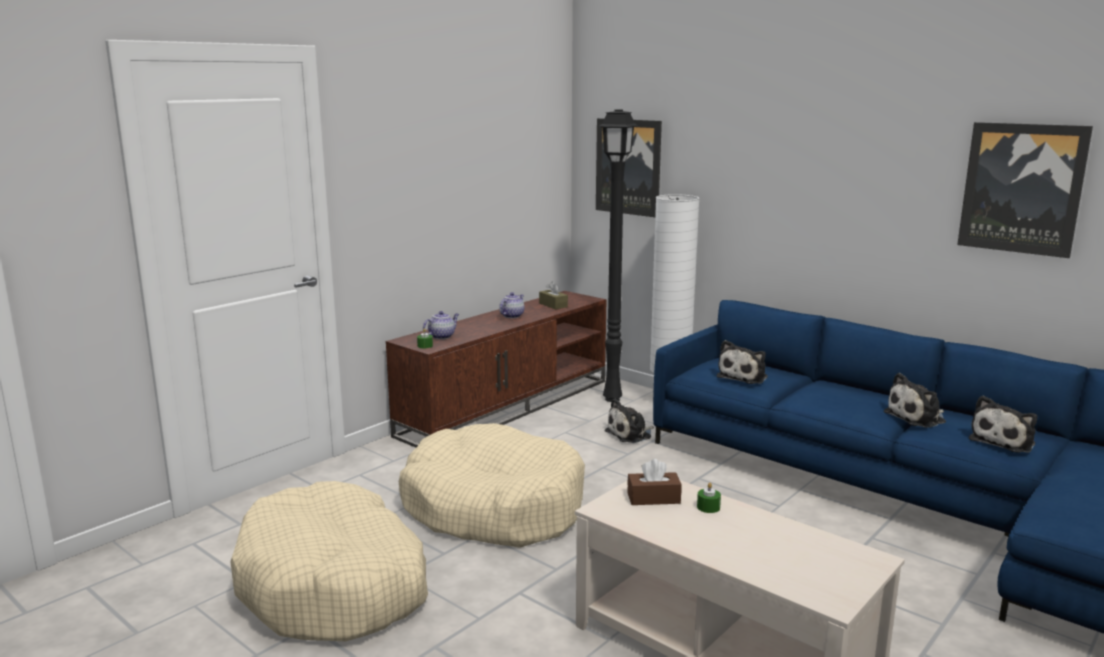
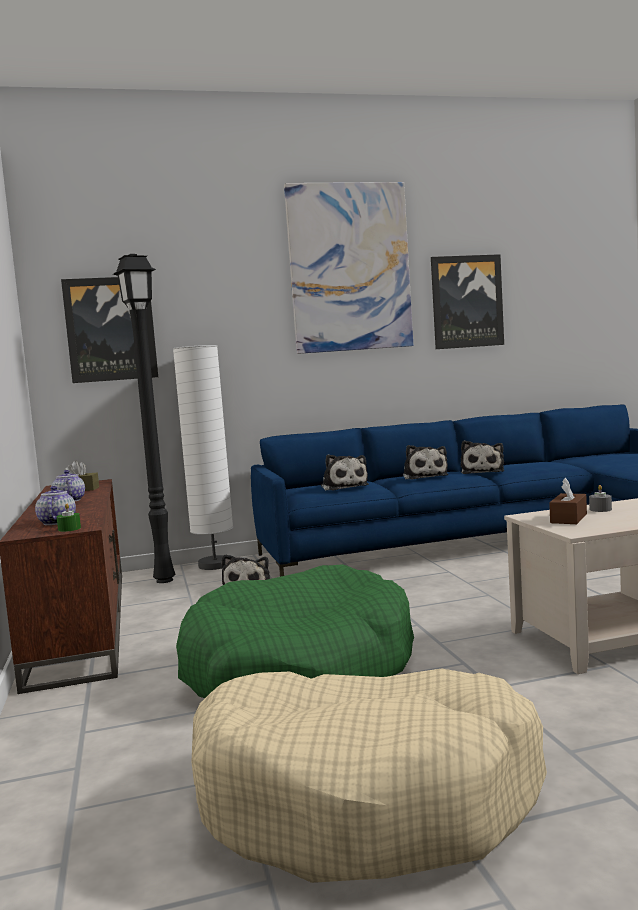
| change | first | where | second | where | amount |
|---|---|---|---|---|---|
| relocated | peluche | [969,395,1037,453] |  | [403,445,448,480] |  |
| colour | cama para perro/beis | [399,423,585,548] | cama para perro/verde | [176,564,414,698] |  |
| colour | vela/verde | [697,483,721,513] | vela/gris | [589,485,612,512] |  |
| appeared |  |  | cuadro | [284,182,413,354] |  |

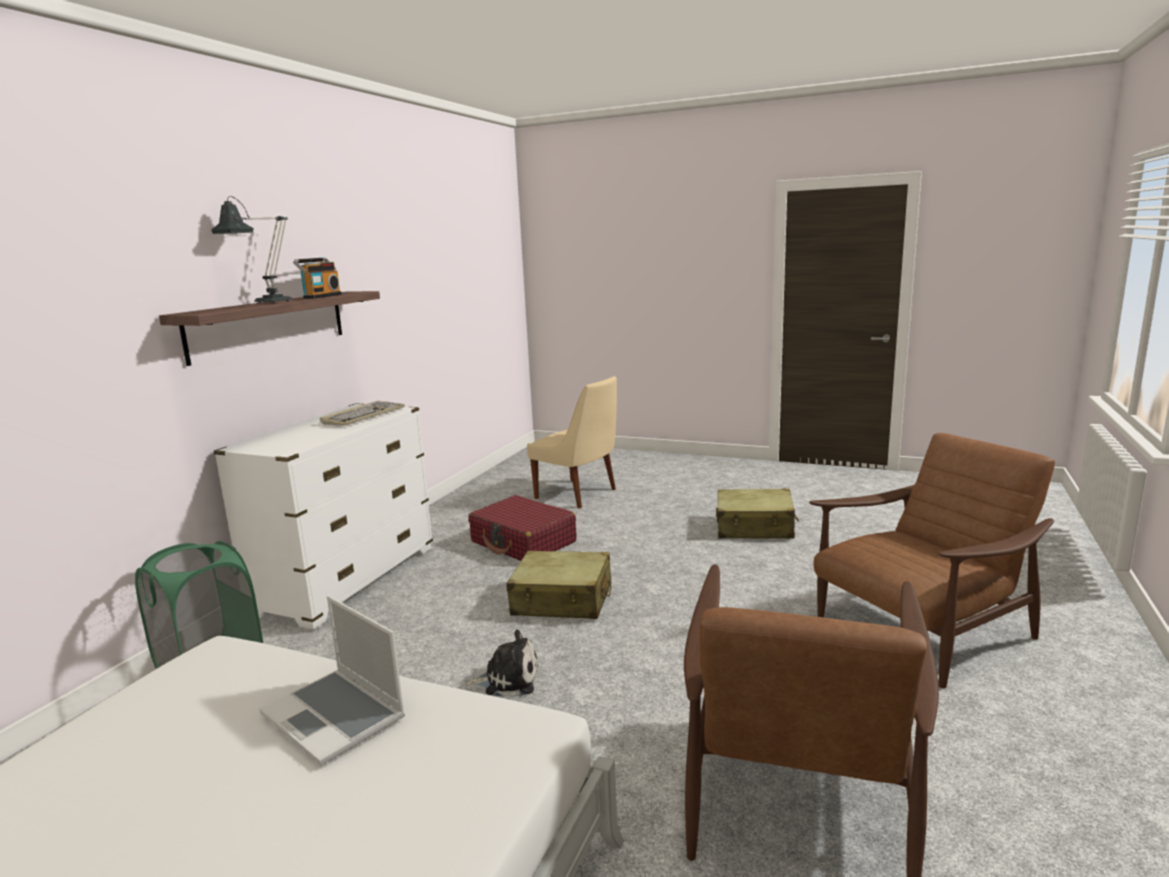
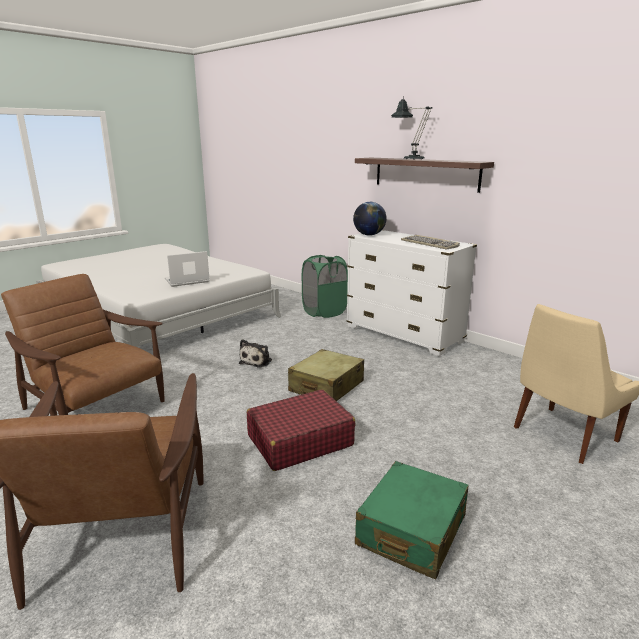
| change | first | where | second | where | amount |
|---|---|---|---|---|---|
| missing | radio | [293,257,342,299] |  |  |  |
| colour | maleta/beis | [716,488,799,539] | maleta/verde | [355,461,469,580] |  |
| relocated | maleta/rojo | [468,495,576,561] |  | [247,389,355,471] |  |
| appeared |  |  | globo terráqueo | [353,202,386,236] |  |

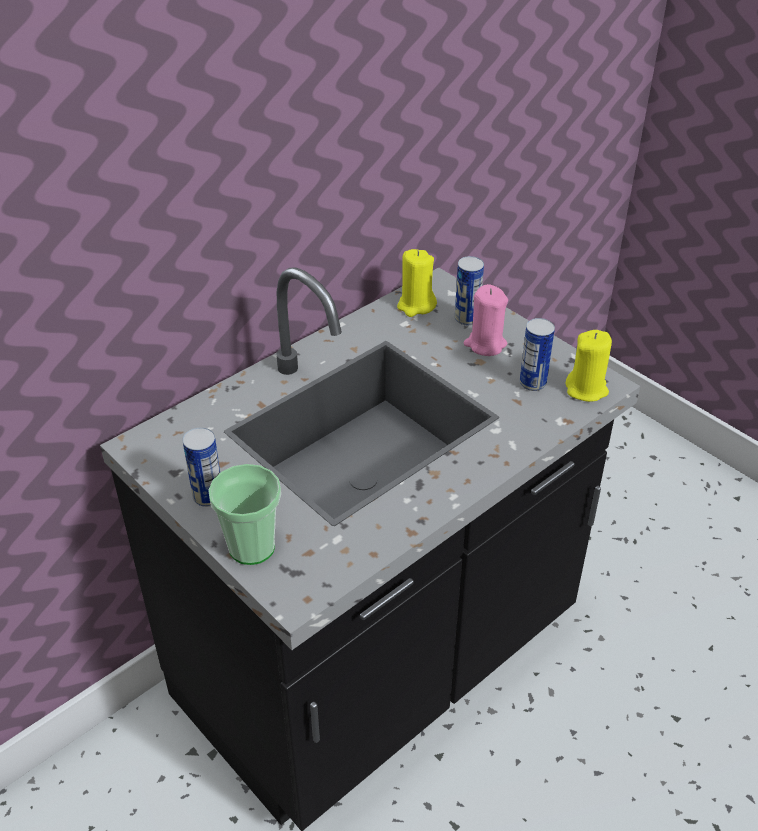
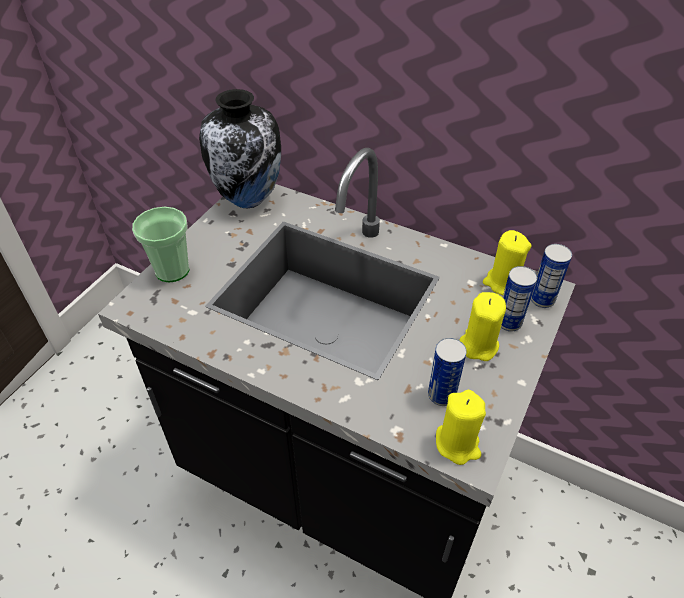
| change | first | where | second | where | amount |
|---|---|---|---|---|---|
| colour | vela/rosa | [464,284,508,356] | vela/amarillo | [459,292,506,361] |  |
| relocated | lata | [183,428,220,507] |  | [531,244,572,308] |  |
| appeared |  |  | florero | [199,89,281,208] |  |

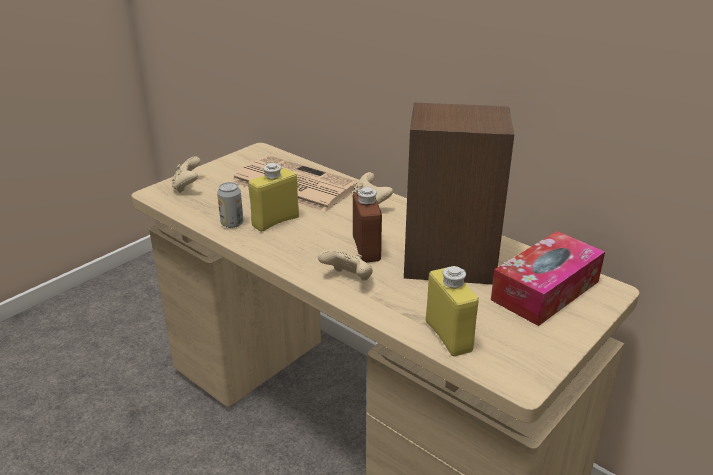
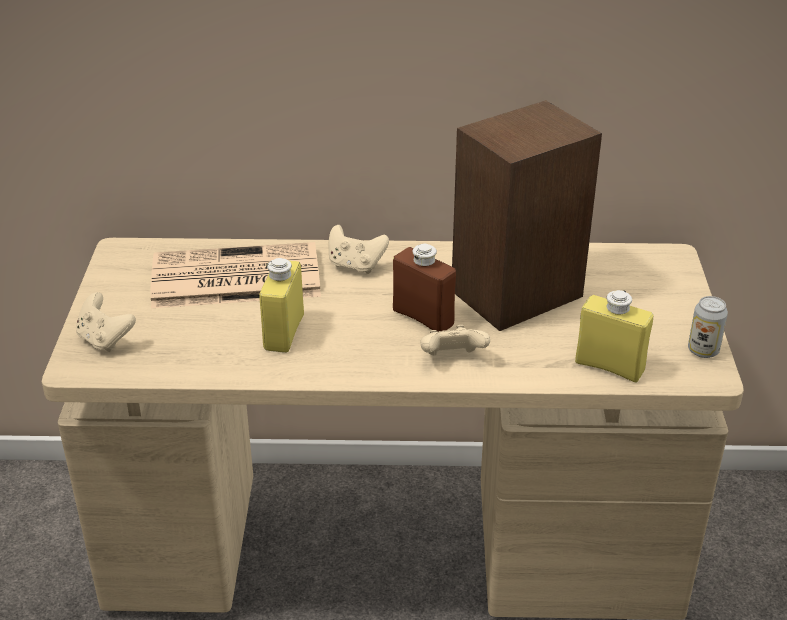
| change | first | where | second | where | amount |
|---|---|---|---|---|---|
| relocated | lata | [217,182,243,228] |  | [688,296,728,358] |  |
| missing | caja de pañuelos | [491,231,605,326] |  |  |  |

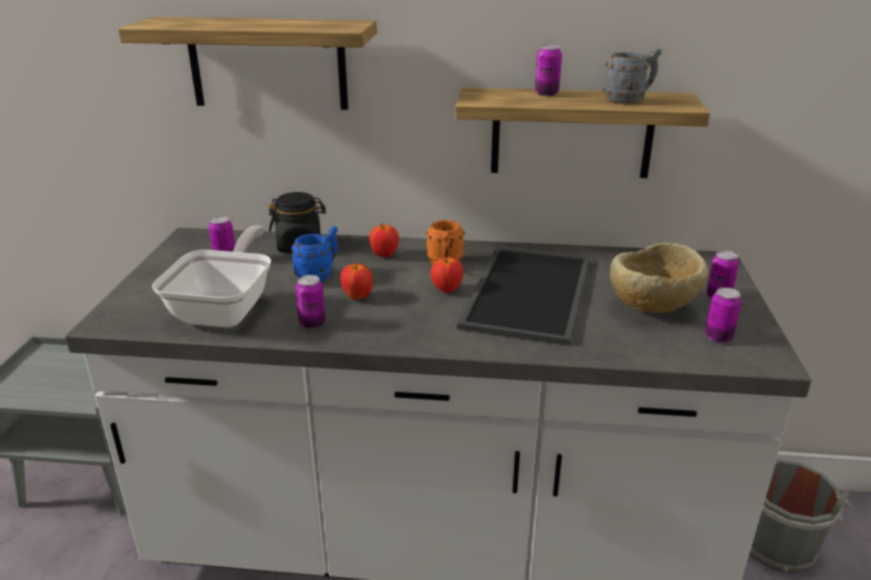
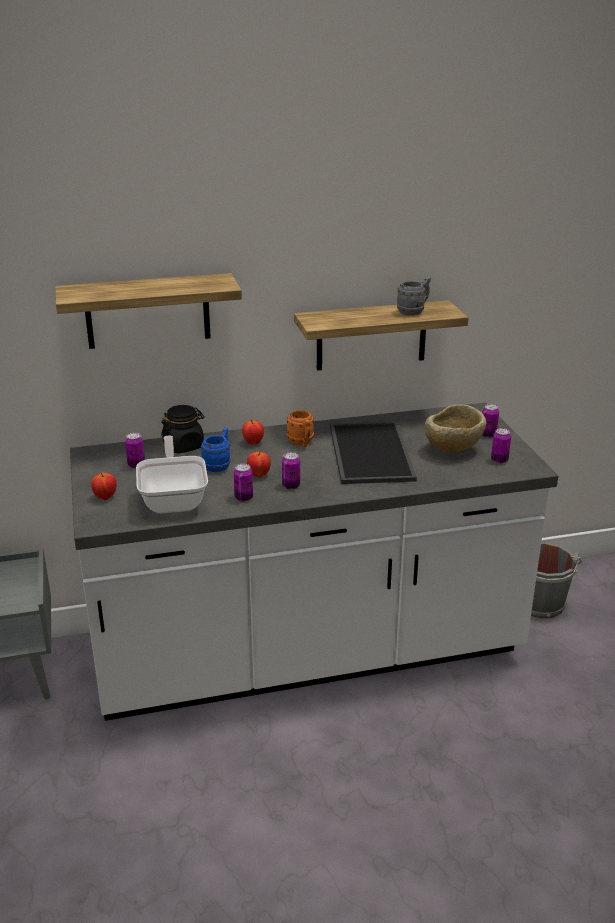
| change | first | where | second | where | amount |
|---|---|---|---|---|---|
| relocated | lata | [535,45,562,96] |  | [282,452,300,489] |  |
| relocated | manzana | [431,257,464,293] |  | [91,472,117,500] |  |

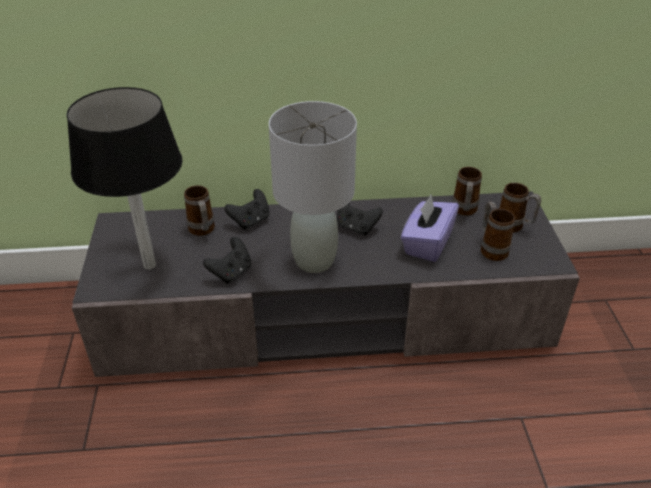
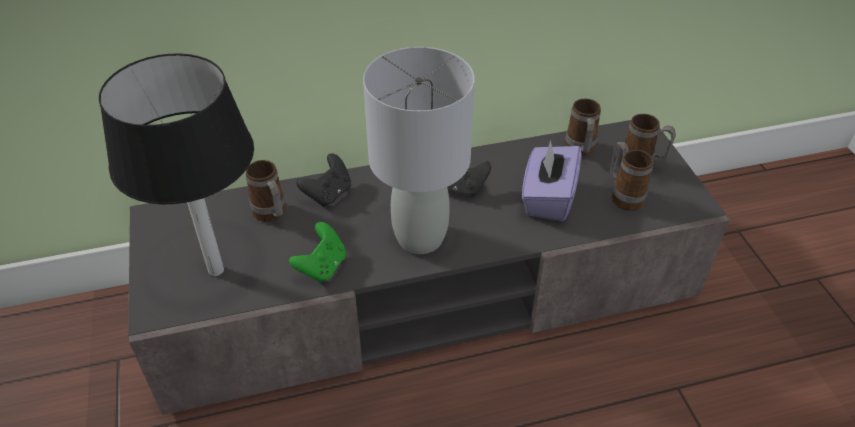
| change | first | where | second | where | amount |
|---|---|---|---|---|---|
| colour | mando de consola/negro | [203,237,251,284] | mando de consola/verde | [289,222,346,282] |  |

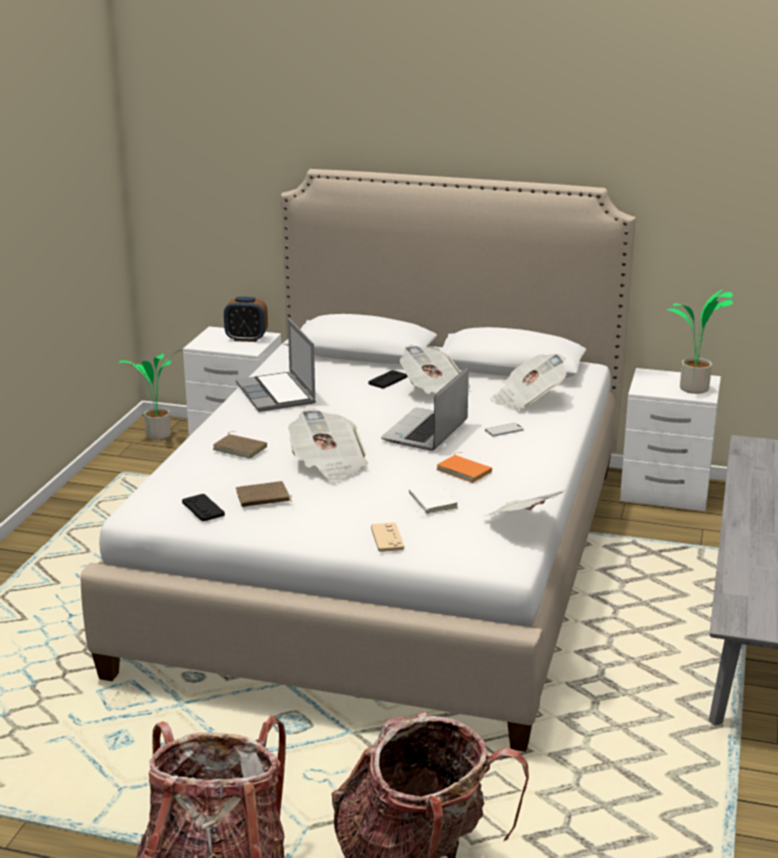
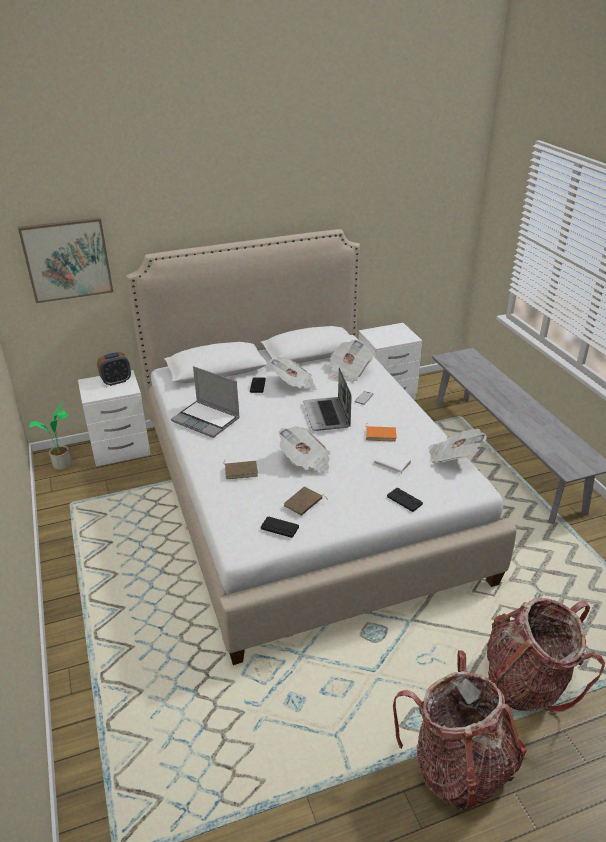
| change | first | where | second | where | amount |
|---|---|---|---|---|---|
| missing | planta en maceta | [667,289,733,394] |  |  |  |
| colour | mando de consola/beis | [371,522,404,552] | mando de consola/negro | [387,488,423,512] |  |
| appeared |  |  | cuadro | [18,218,113,303] |  |

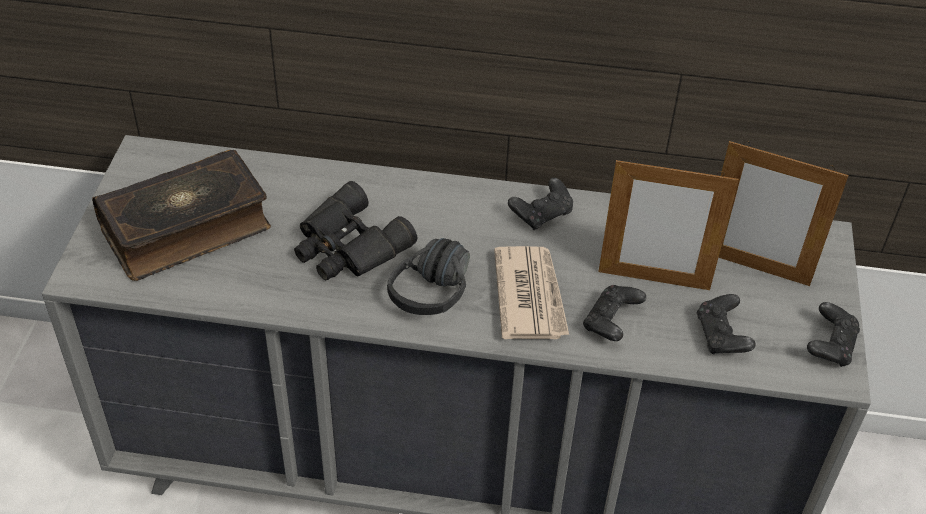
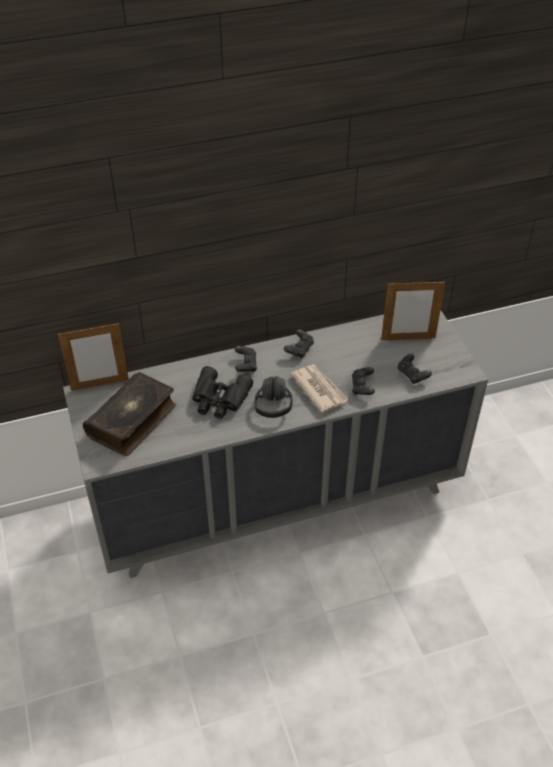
| change | first | where | second | where | amount |
|---|---|---|---|---|---|
| relocated | portarretratos | [598,158,739,290] |  | [58,323,129,391] |  |
| relocated | mando de consola/negro | [807,302,860,367] |  | [235,346,257,373] |  |

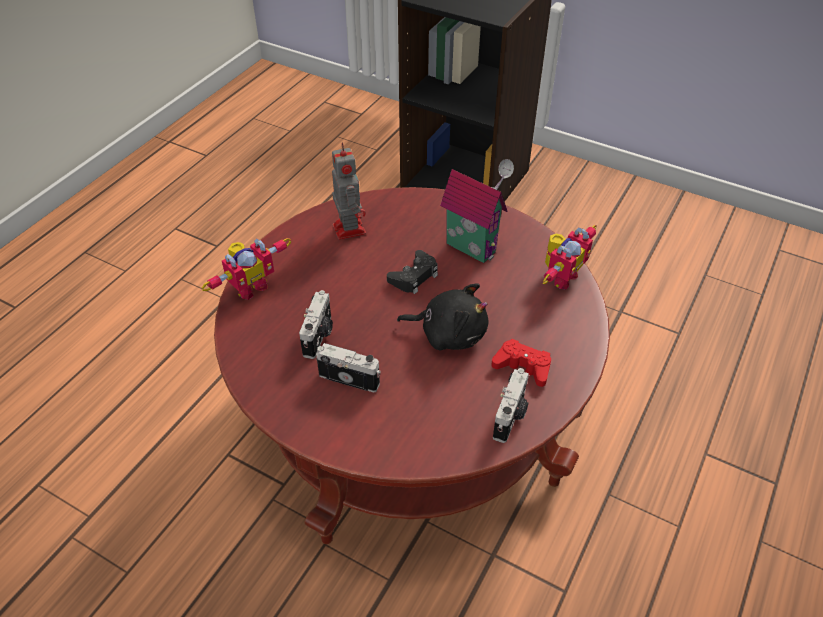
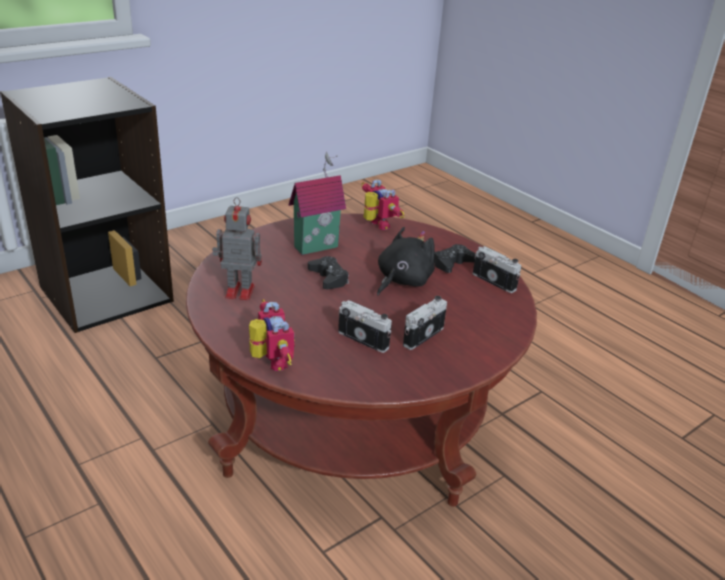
| change | first | where | second | where | amount |
|---|---|---|---|---|---|
| colour | mando de consola/rojo | [491,339,551,387] | mando de consola/negro | [434,244,476,273] |  |

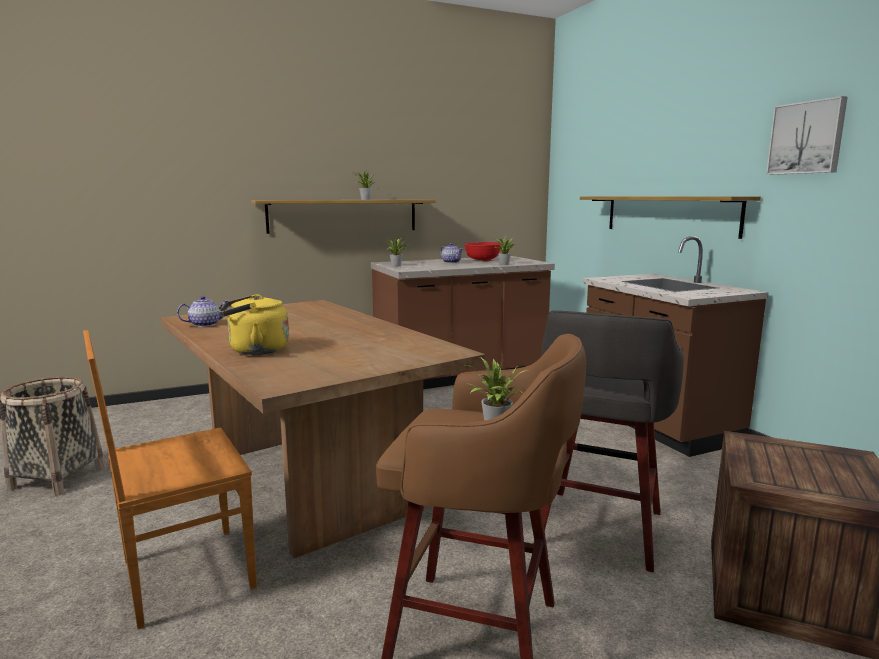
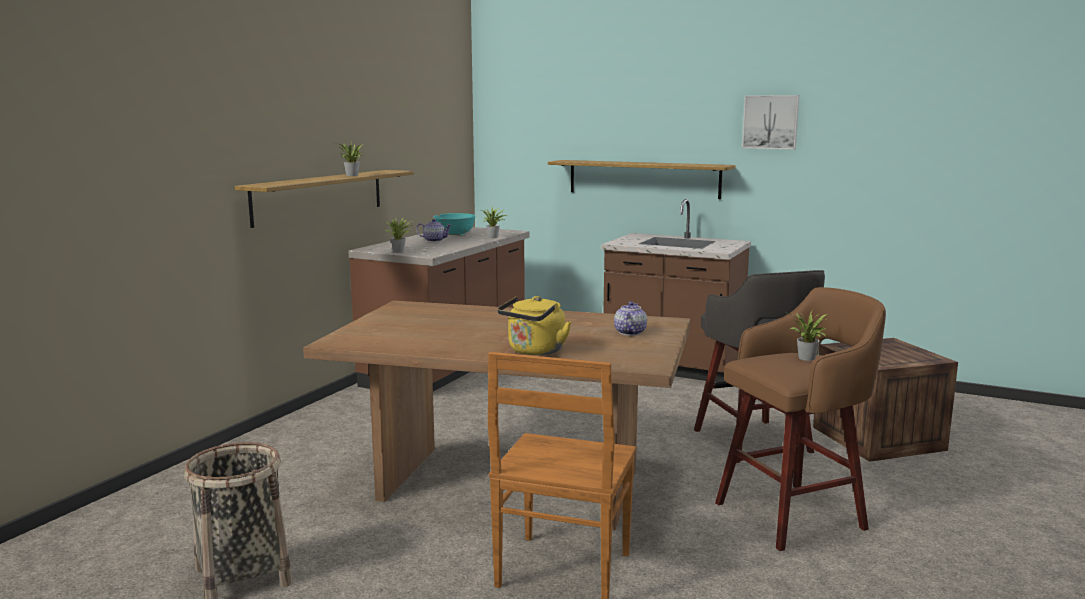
| change | first | where | second | where | amount |
|---|---|---|---|---|---|
| colour | cuenco/rojo | [464,242,502,261] | cuenco/turquesa | [433,213,476,236] |  |
| relocated | tetera | [177,296,229,327] |  | [614,301,647,335] |  |

